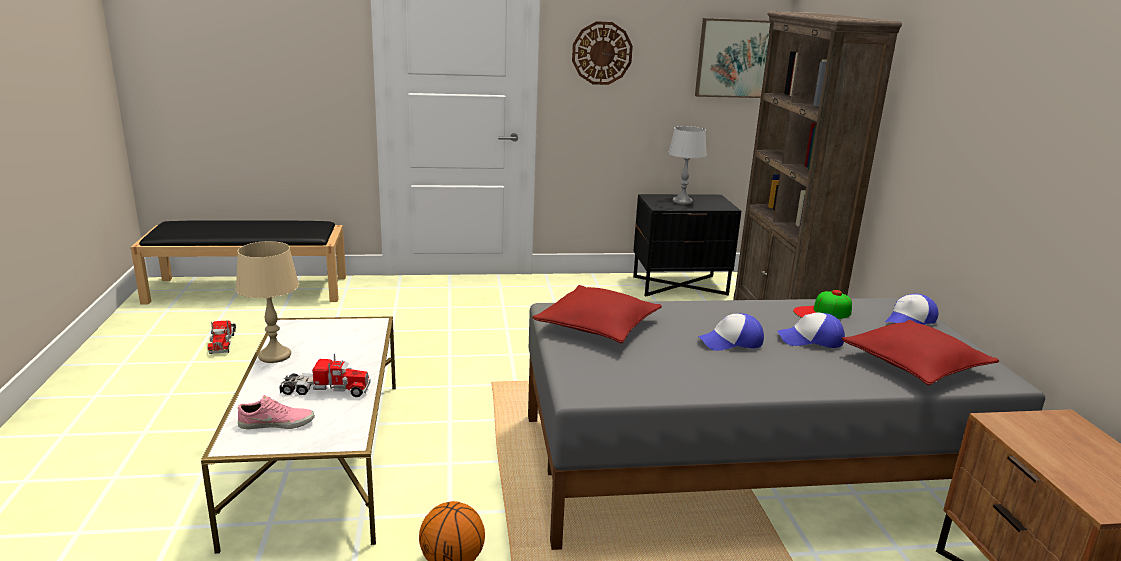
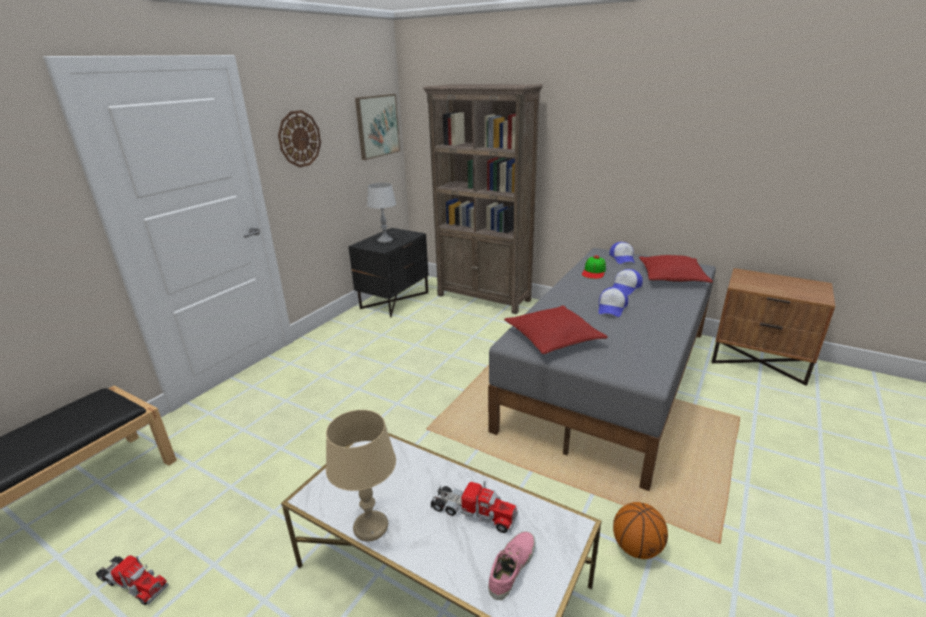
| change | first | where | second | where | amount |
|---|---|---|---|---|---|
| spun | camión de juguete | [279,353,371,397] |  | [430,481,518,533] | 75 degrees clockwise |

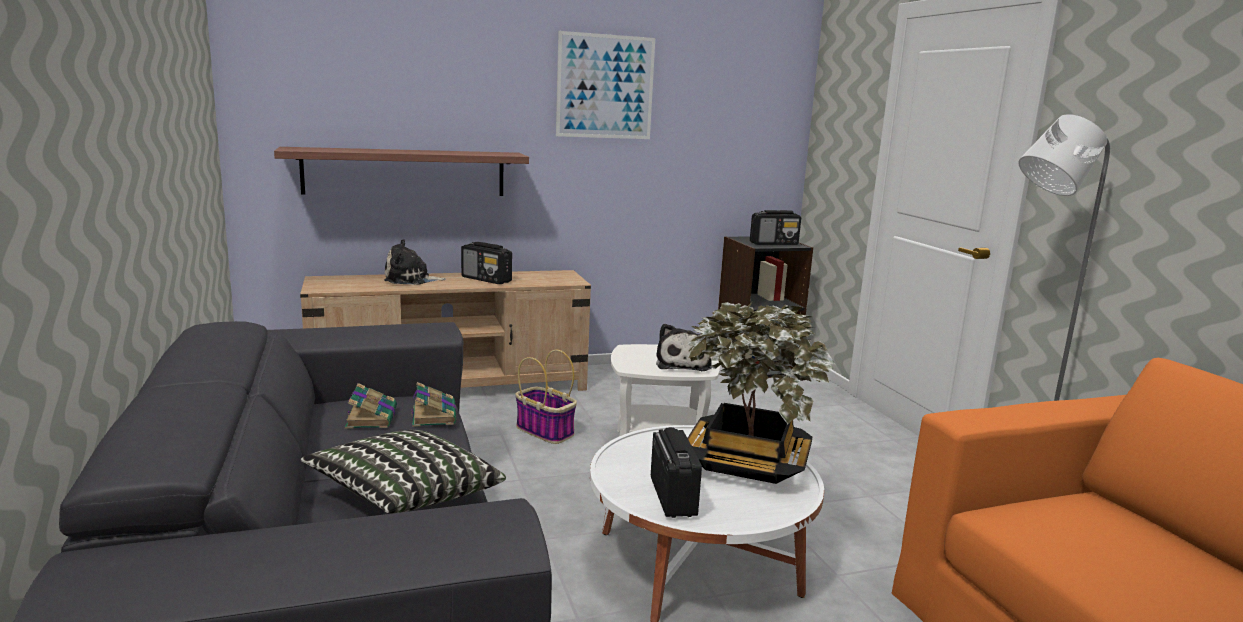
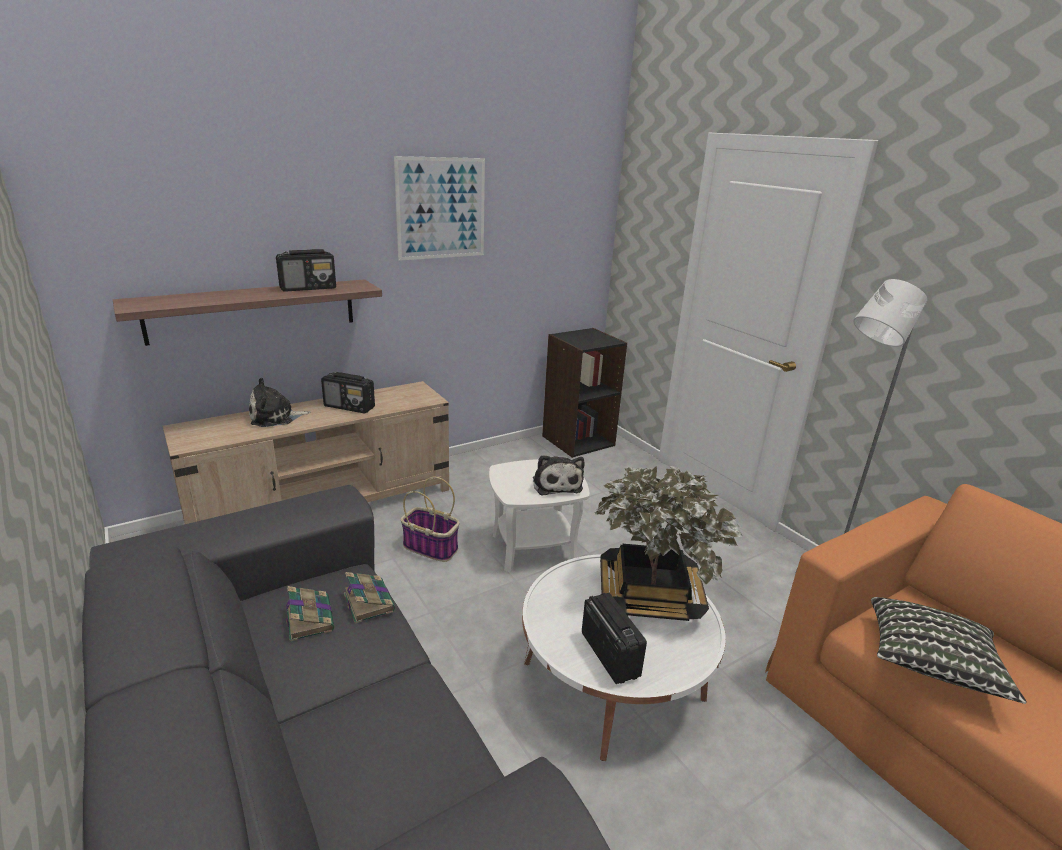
| change | first | where | second | where | amount |
|---|---|---|---|---|---|
| relocated | radio | [750,210,801,245] |  | [276,249,336,292] |  |
| relocated | cojín | [301,430,506,514] |  | [871,597,1027,704] |  |

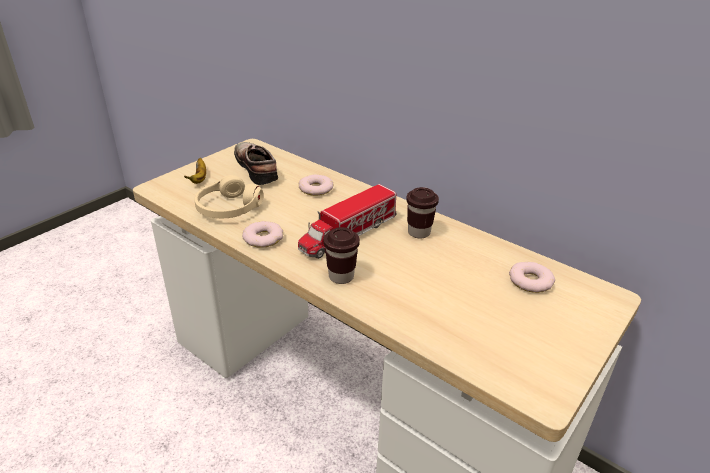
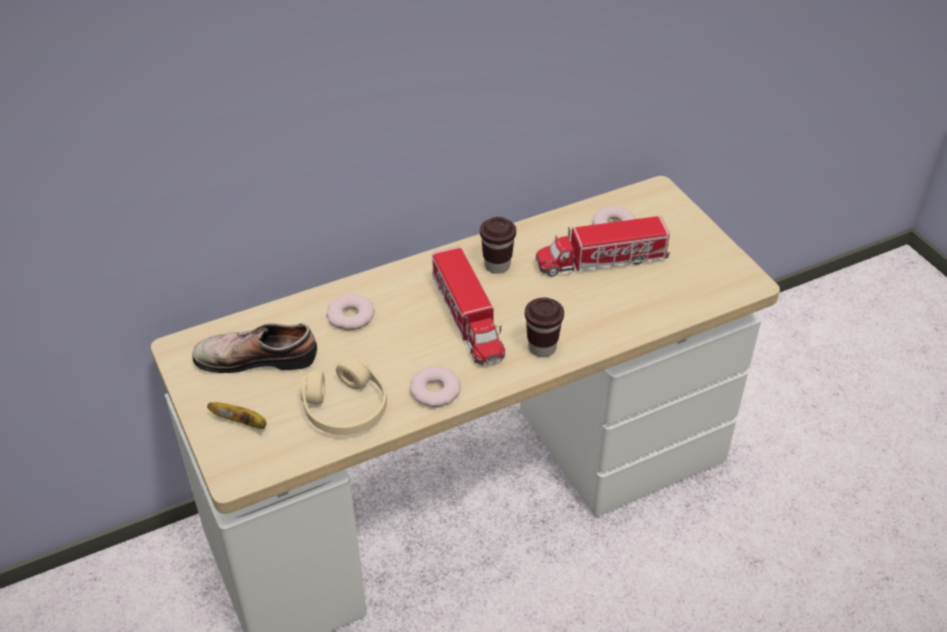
| change | first | where | second | where | amount |
|---|---|---|---|---|---|
| appeared |  |  | camión de juguete | [536,216,670,277] |  |

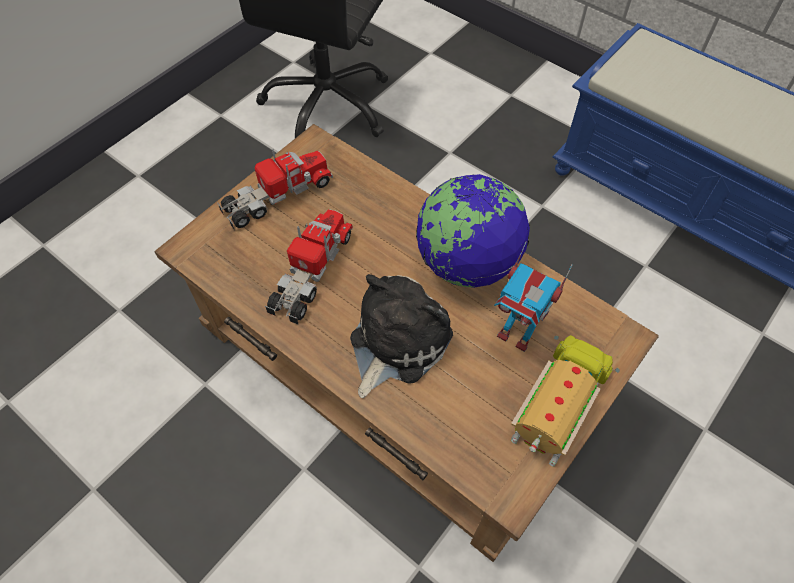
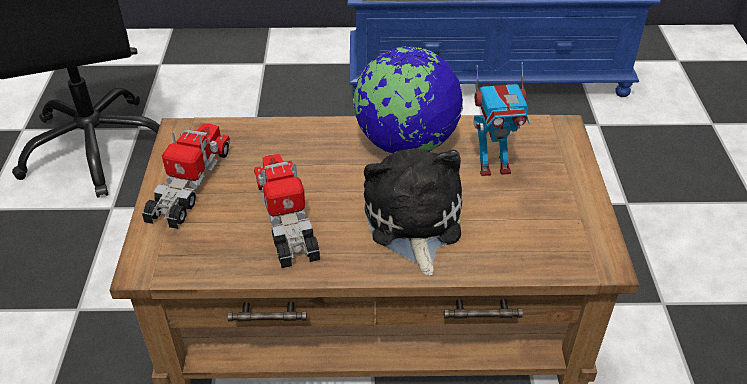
| change | first | where | second | where | amount |
|---|---|---|---|---|---|
| missing | camión de juguete | [511,335,620,466] |  |  |  |

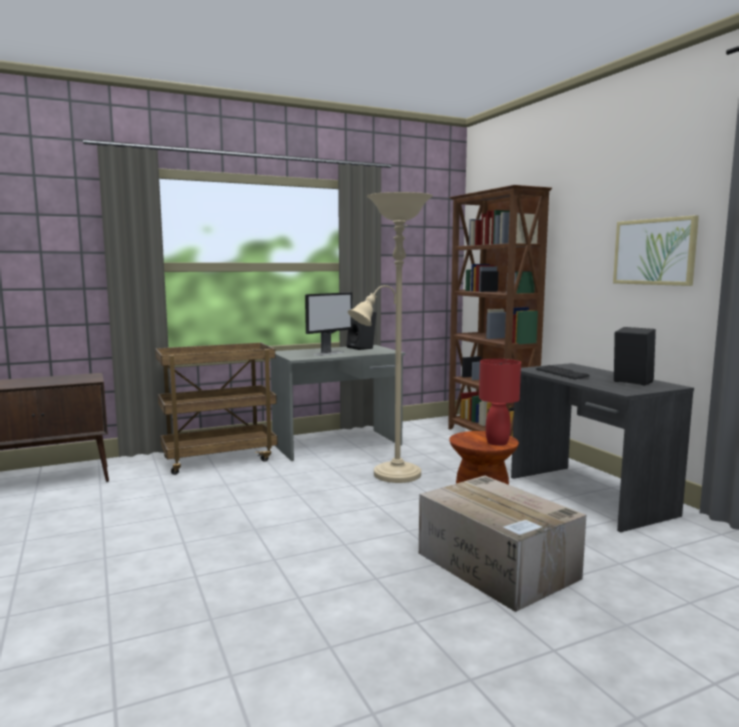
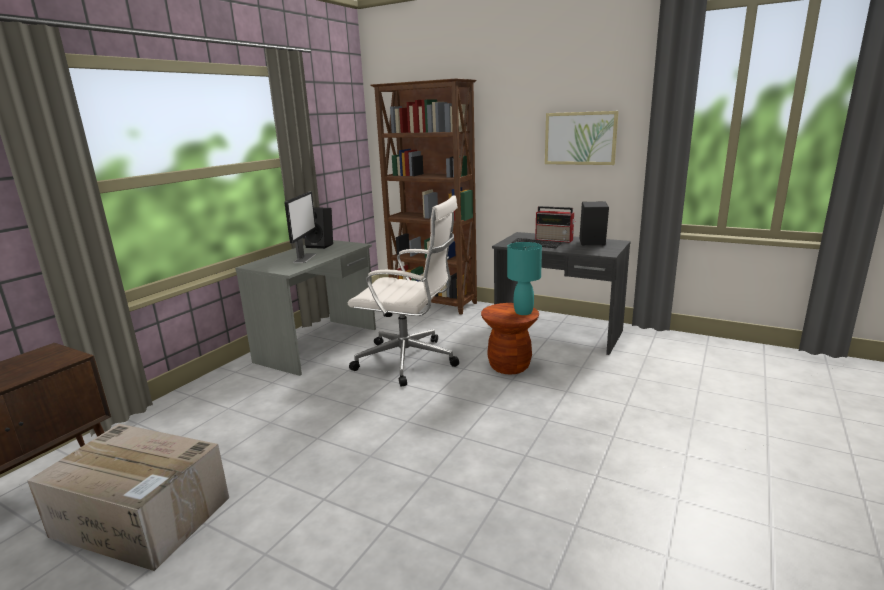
| change | first | where | second | where | amount |
|---|---|---|---|---|---|
| exchanged | lámpara de pie/beis | [348,192,433,483] | silla de oficina/blanco | [348,195,459,387] |  |
| missing | carrito/marrón | [155,343,278,475] |  |  |  |
| colour | lámpara de mesa/rojo | [479,359,521,446] | lámpara de mesa/turquesa | [507,242,542,315] |  |
| relocated | caja de cartón | [419,476,586,612] |  | [27,424,229,571] |  |
| appeared |  |  | radio | [535,206,575,243] |  |

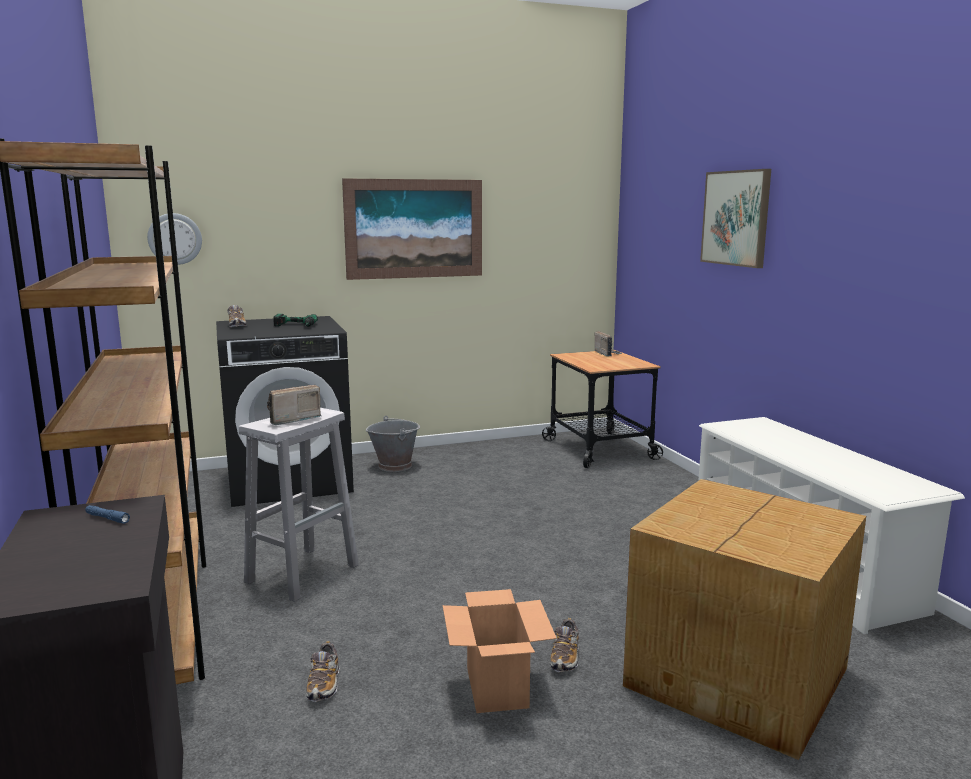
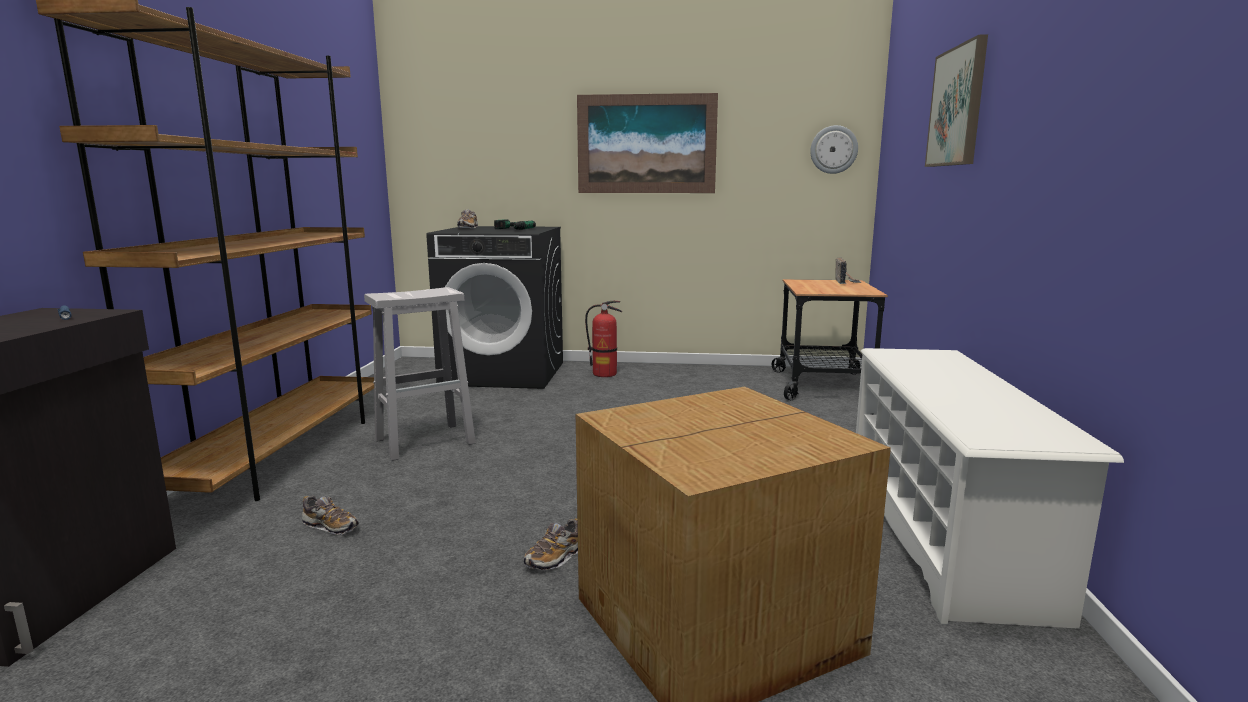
| change | first | where | second | where | amount |
|---|---|---|---|---|---|
| relocated | reloj de pared | [147,213,202,265] |  | [810,125,858,174] |  |
| missing | radio | [267,385,321,425] |  |  |  |
| exchanged | cubo/gris | [366,416,420,472] | extintor | [585,301,622,377] |  |
| missing | caja de cartón | [443,589,557,713] |  |  |  |
| spun | zapato | [306,641,339,702] |  | [302,495,359,535] | 90 degrees counterclockwise |

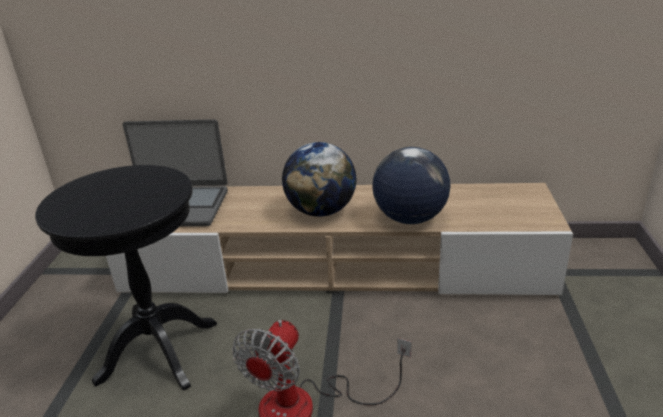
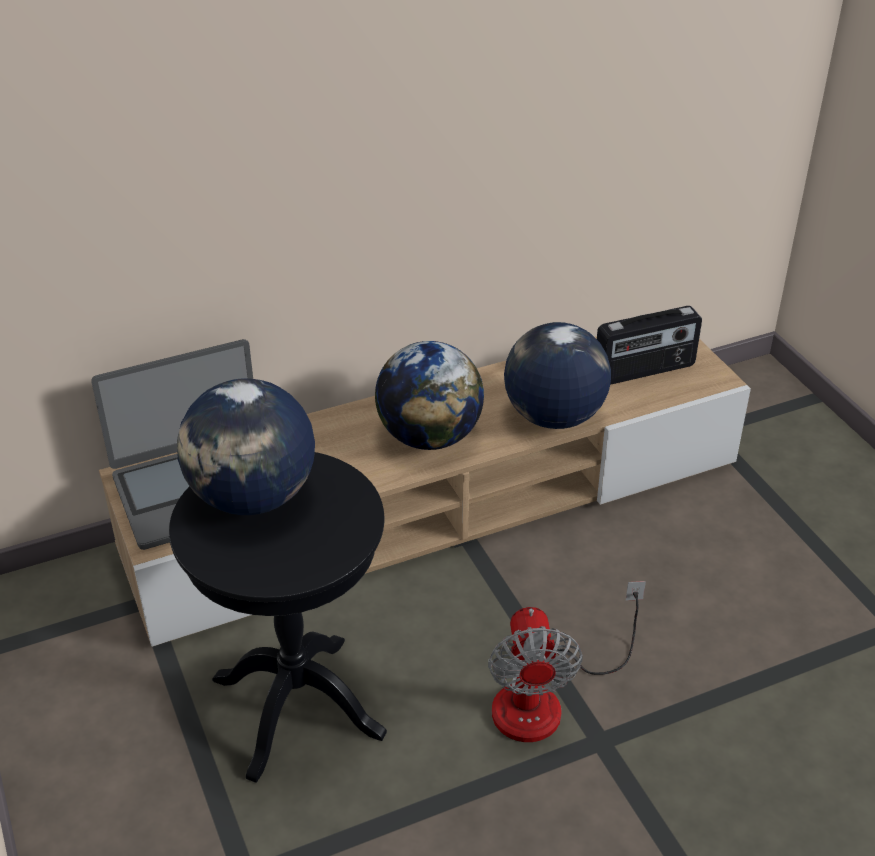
| change | first | where | second | where | amount |
|---|---|---|---|---|---|
| appeared |  |  | radio | [597,306,702,385] |  |
| appeared |  |  | globo terráqueo | [177,378,315,515] |  |

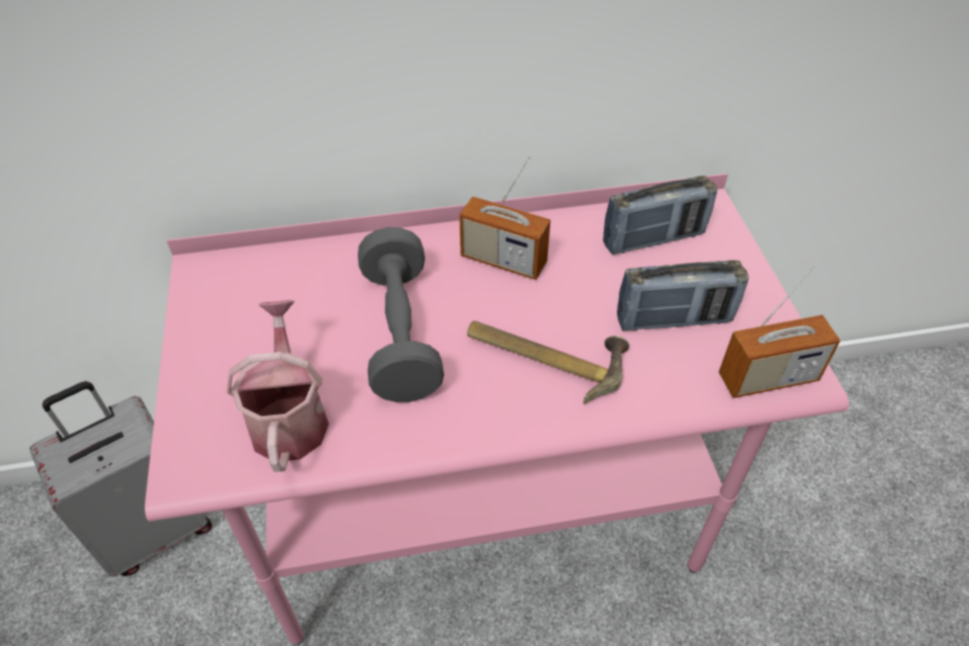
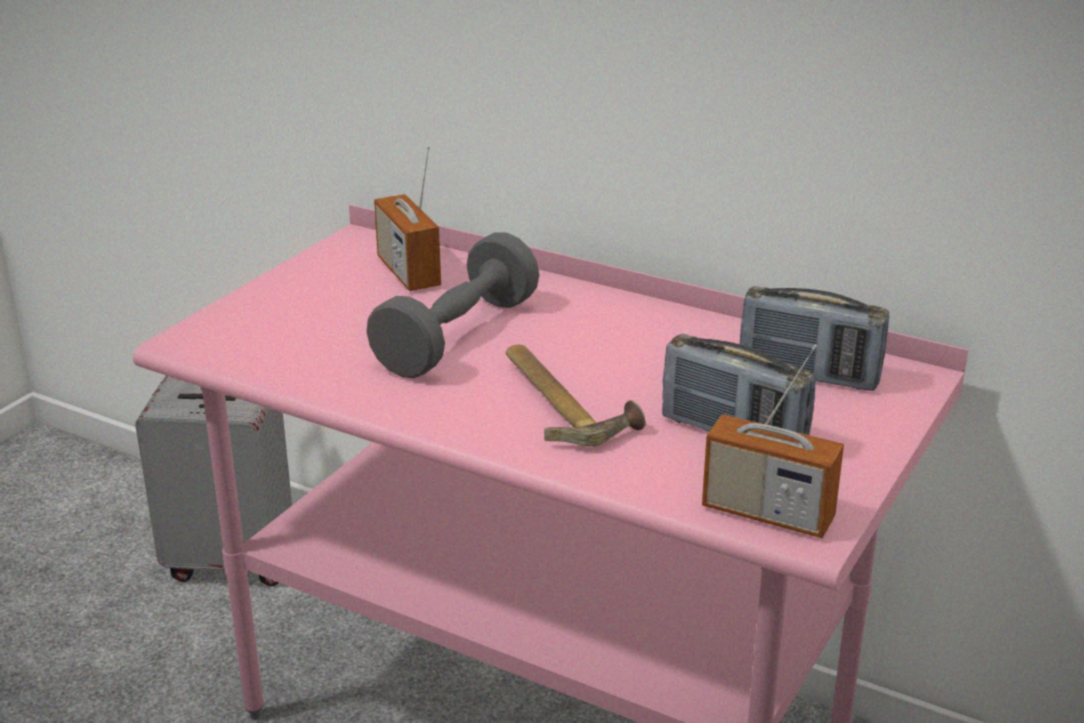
| change | first | where | second | where | amount |
|---|---|---|---|---|---|
| relocated | radio | [459,155,551,280] |  | [374,146,441,291] |  |
| missing | regadera | [227,300,329,472] |  |  |  |

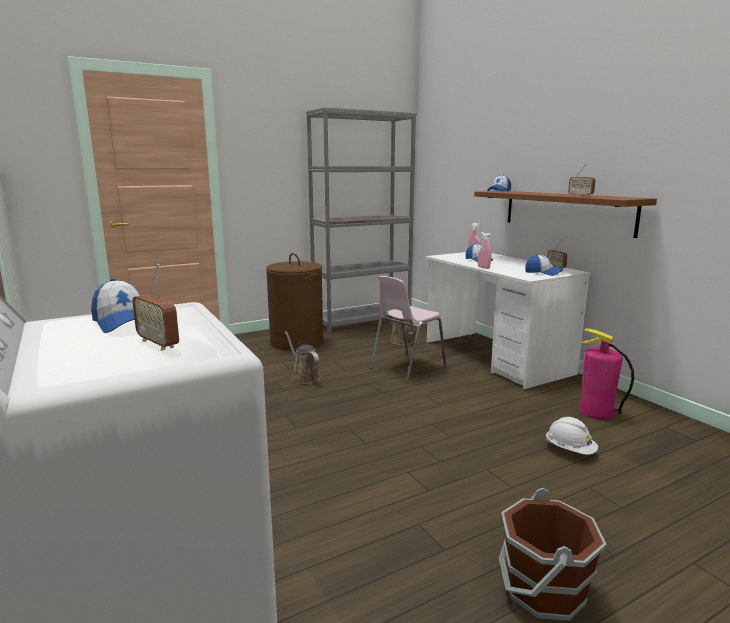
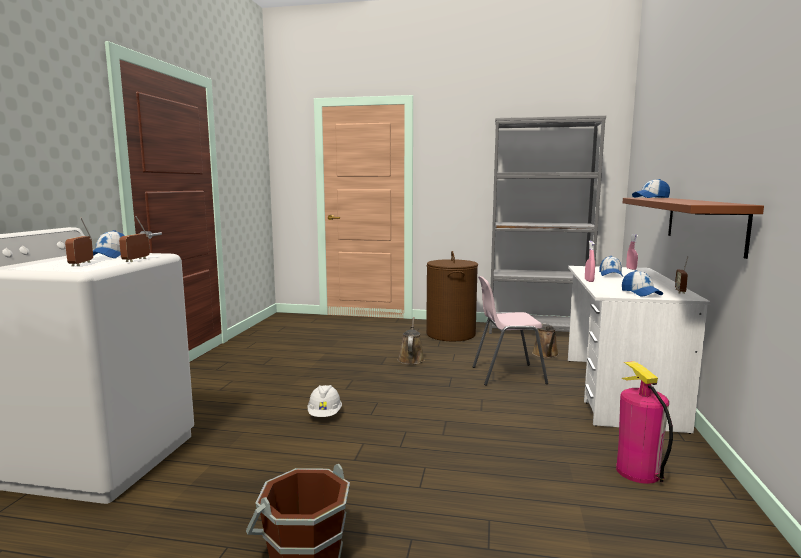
| change | first | where | second | where | amount |
|---|---|---|---|---|---|
| relocated | radio | [568,163,596,197] |  | [119,216,150,262] |  |
| relocated | casco/blanco | [545,417,598,455] |  | [308,385,342,417] |  |

